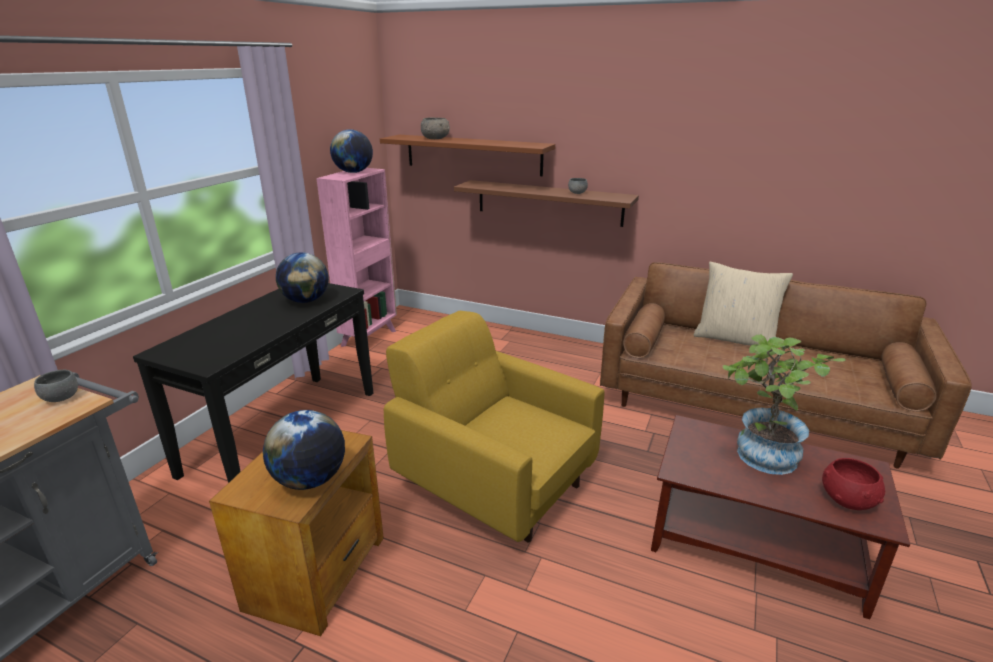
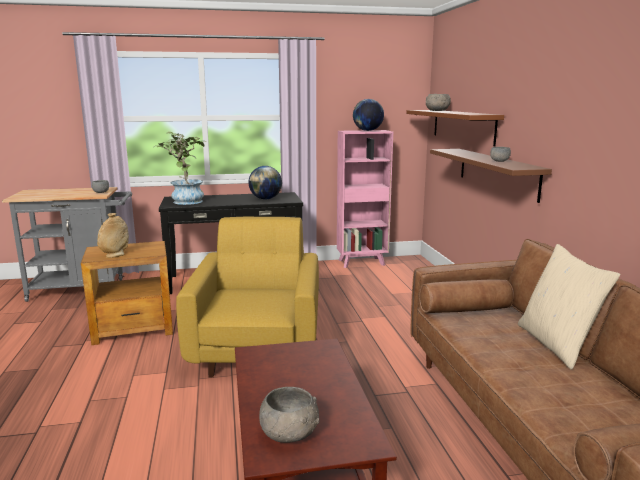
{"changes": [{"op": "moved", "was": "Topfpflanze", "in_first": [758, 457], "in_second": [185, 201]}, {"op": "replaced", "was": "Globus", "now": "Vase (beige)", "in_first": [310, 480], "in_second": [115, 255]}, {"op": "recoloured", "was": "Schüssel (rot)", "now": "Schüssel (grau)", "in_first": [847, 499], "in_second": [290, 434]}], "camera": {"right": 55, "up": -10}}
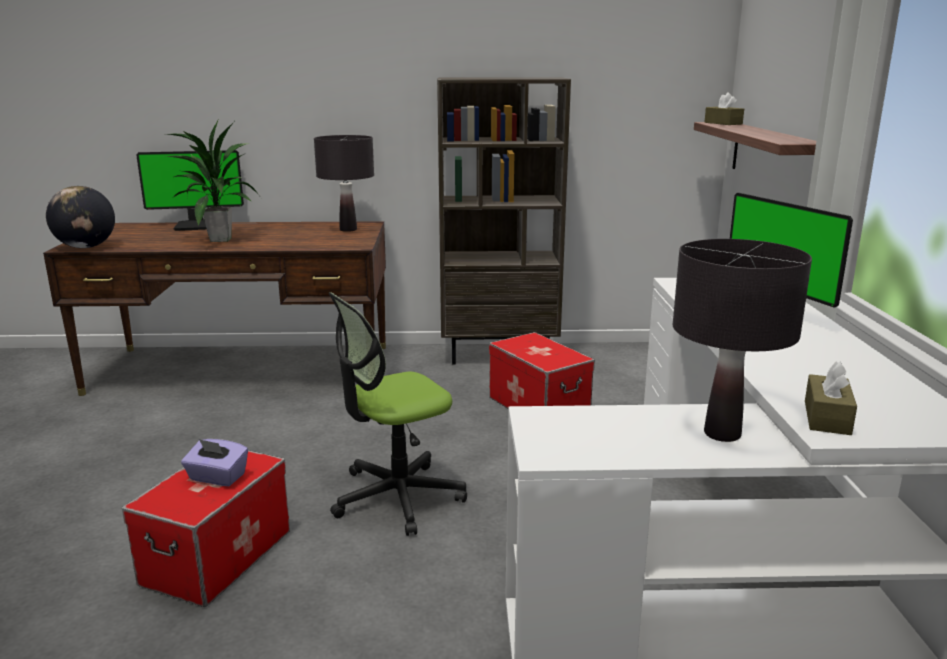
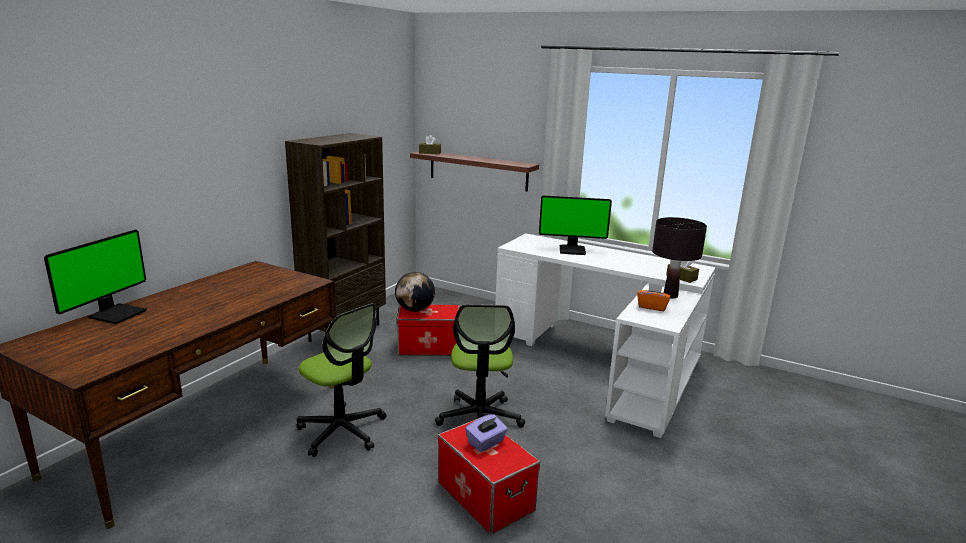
{"changes": [{"op": "removed", "was": "Topfpflanze", "in_first": [219, 239]}, {"op": "removed", "was": "Tischlampe (schwarz)", "in_first": [348, 230]}, {"op": "added", "now": "Bürostuhl", "in_second": [342, 431]}, {"op": "added", "now": "Taschentuchbox (orange)", "in_second": [652, 307]}, {"op": "moved", "was": "Globus", "in_first": [86, 247], "in_second": [415, 310]}], "camera": {"right": -60, "up": 0}}
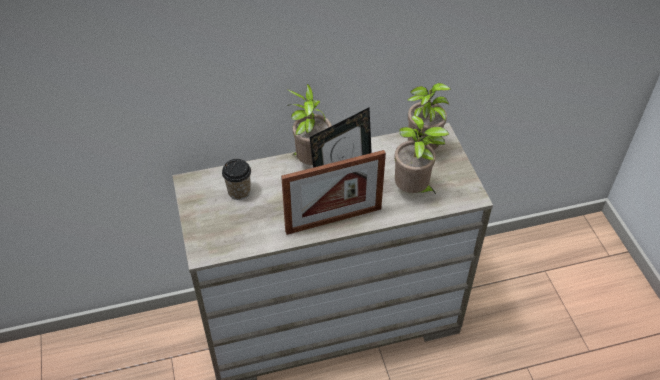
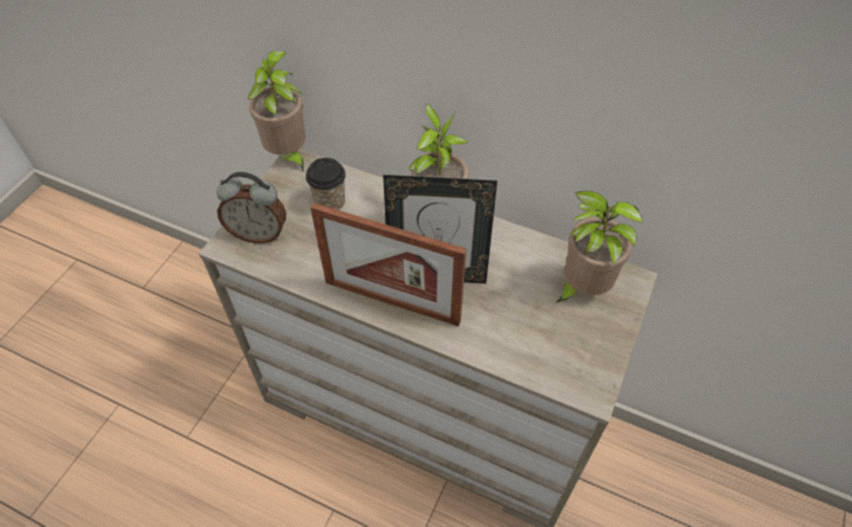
{"changes": [{"op": "added", "now": "Wecker", "in_second": [259, 233]}, {"op": "moved", "was": "Topfpflanze", "in_first": [413, 191], "in_second": [288, 155]}], "camera": {"right": 40, "up": 5}}
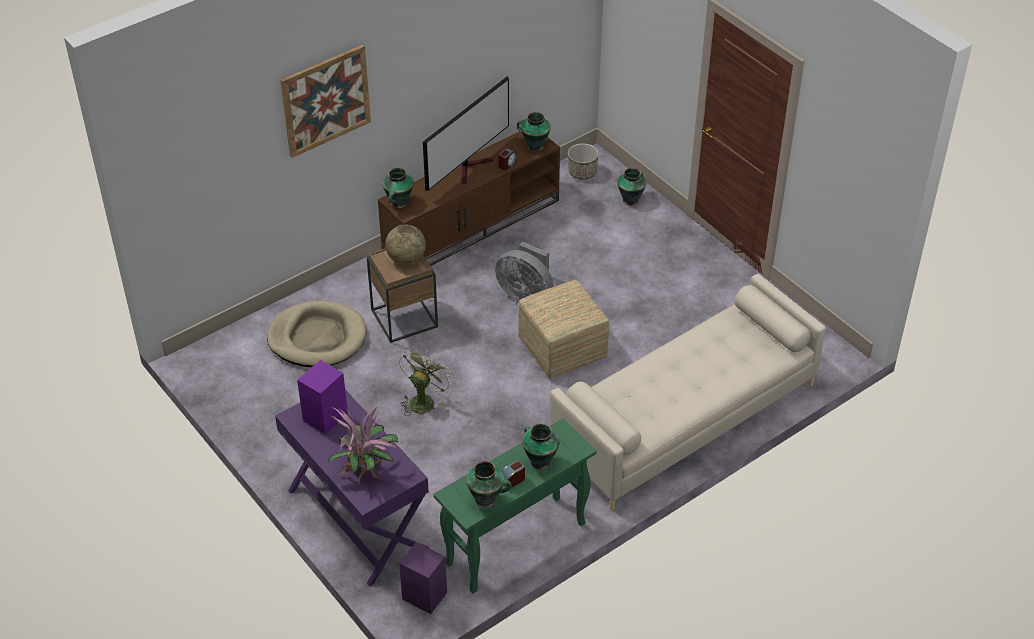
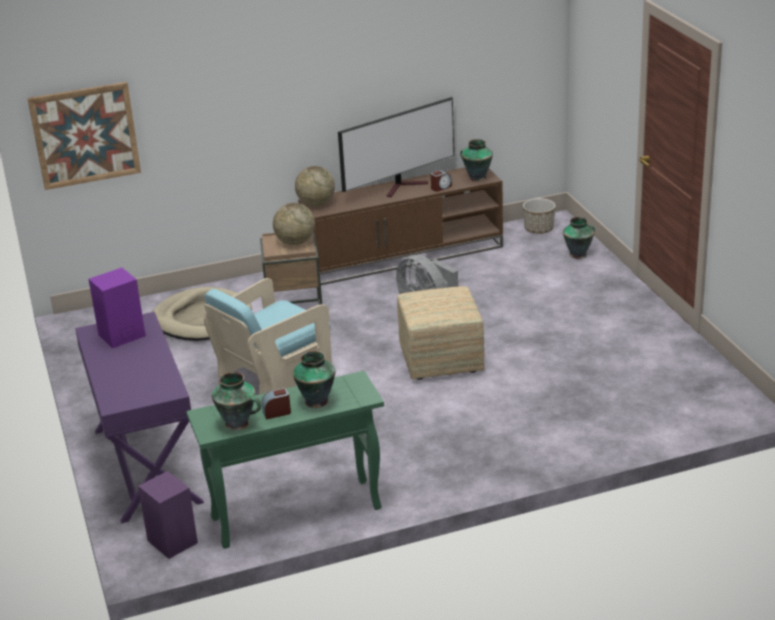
{"changes": [{"op": "removed", "was": "Topfpflanze", "in_first": [366, 470]}, {"op": "removed", "was": "Sofa (beige)", "in_first": [684, 417]}, {"op": "moved", "was": "Bild", "in_first": [326, 100], "in_second": [85, 135]}, {"op": "replaced", "was": "Vase", "now": "Globus", "in_first": [398, 203], "in_second": [316, 204]}, {"op": "replaced", "was": "Ventilator (grün)", "now": "Sessel (türkis)", "in_first": [423, 400], "in_second": [274, 380]}], "camera": {"right": 20, "up": -15}}
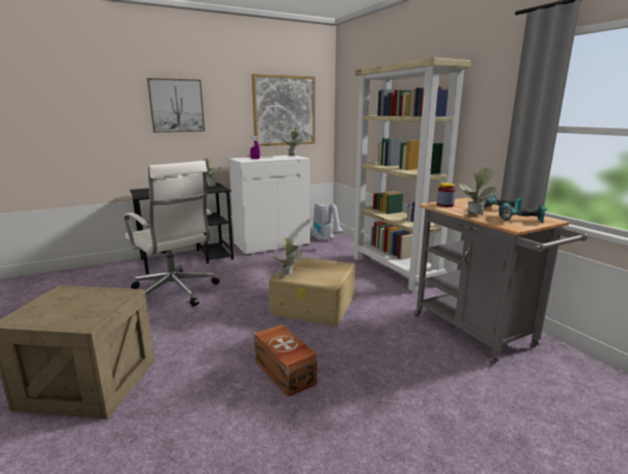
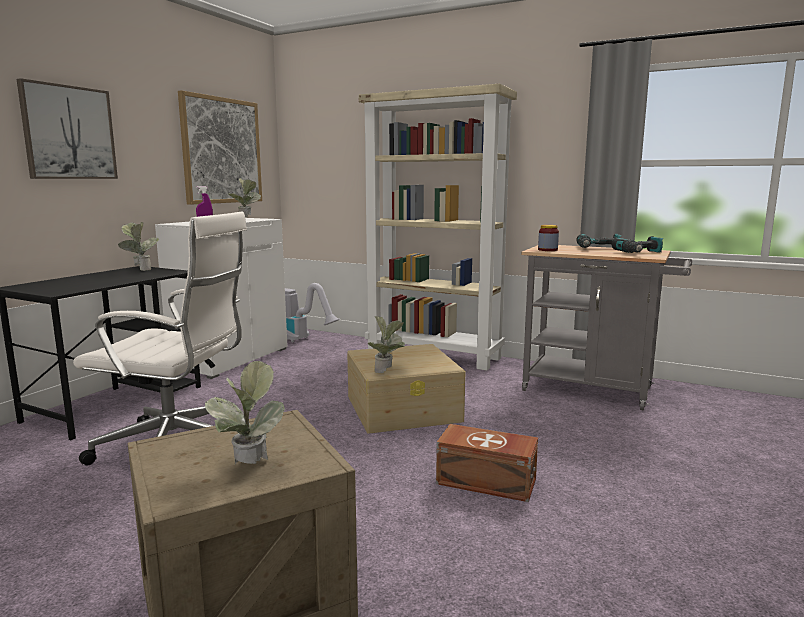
{"changes": [{"op": "moved", "was": "Topfpflanze", "in_first": [473, 216], "in_second": [248, 469]}], "camera": {"right": -35, "up": -5}}
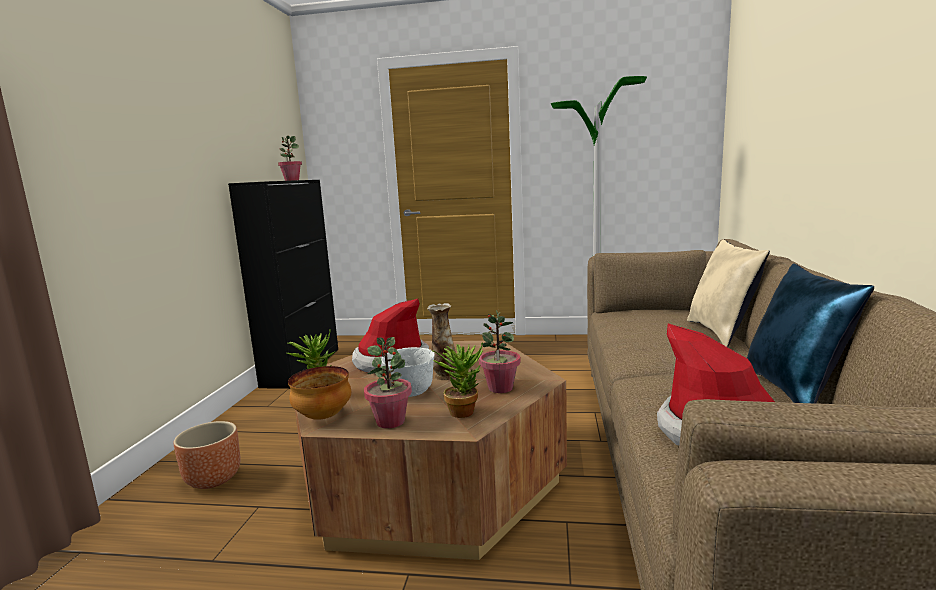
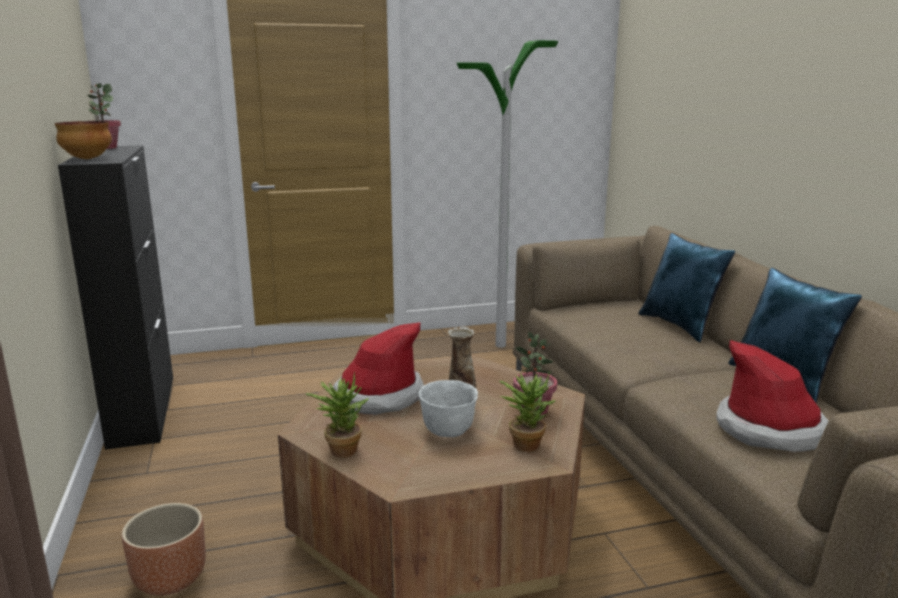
{"changes": [{"op": "removed", "was": "Topfpflanze", "in_first": [391, 421]}, {"op": "moved", "was": "Schüssel", "in_first": [322, 417], "in_second": [86, 159]}, {"op": "recoloured", "was": "Kissen (beige)", "now": "Kissen (blau)", "in_first": [722, 333], "in_second": [680, 326]}], "camera": {"right": -25, "up": 5}}
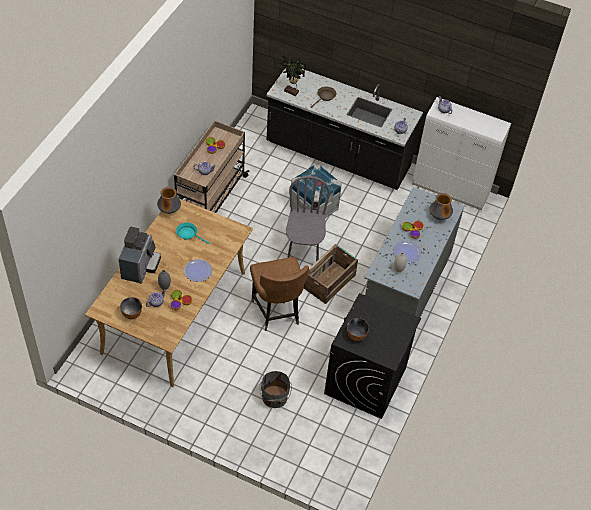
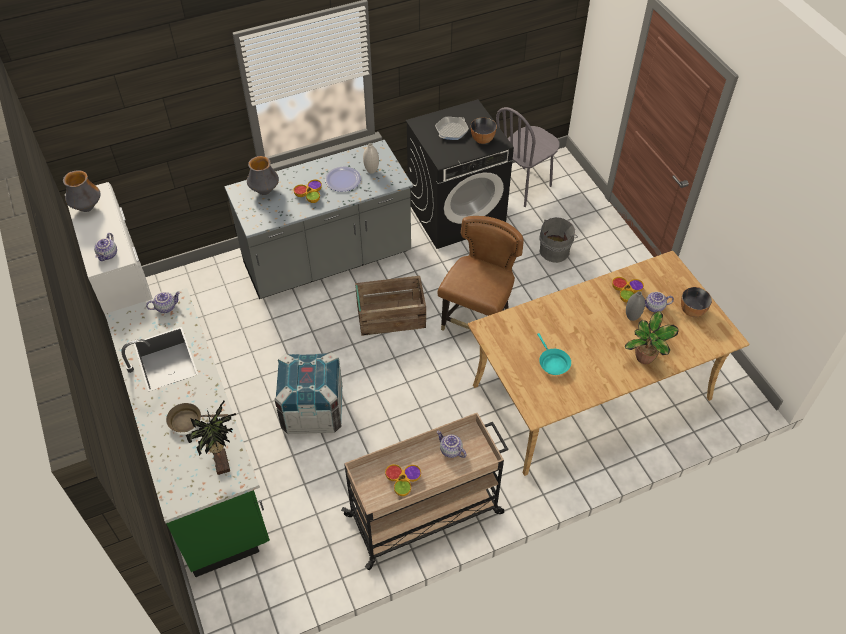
{"changes": [{"op": "removed", "was": "Teller", "in_first": [198, 271]}, {"op": "added", "now": "Pfanne", "in_second": [451, 131]}, {"op": "moved", "was": "Vase", "in_first": [169, 211], "in_second": [87, 207]}, {"op": "moved", "was": "Stuhl (grau)", "in_first": [303, 252], "in_second": [523, 186]}, {"op": "replaced", "was": "Kaffeemaschine", "now": "Topfpflanze", "in_first": [140, 267], "in_second": [644, 358]}, {"op": "recoloured", "was": "Küchenzeile (schwarz)", "now": "Küchenzeile (grün)", "in_first": [338, 156], "in_second": [203, 460]}], "camera": {"right": -135, "up": 0}}
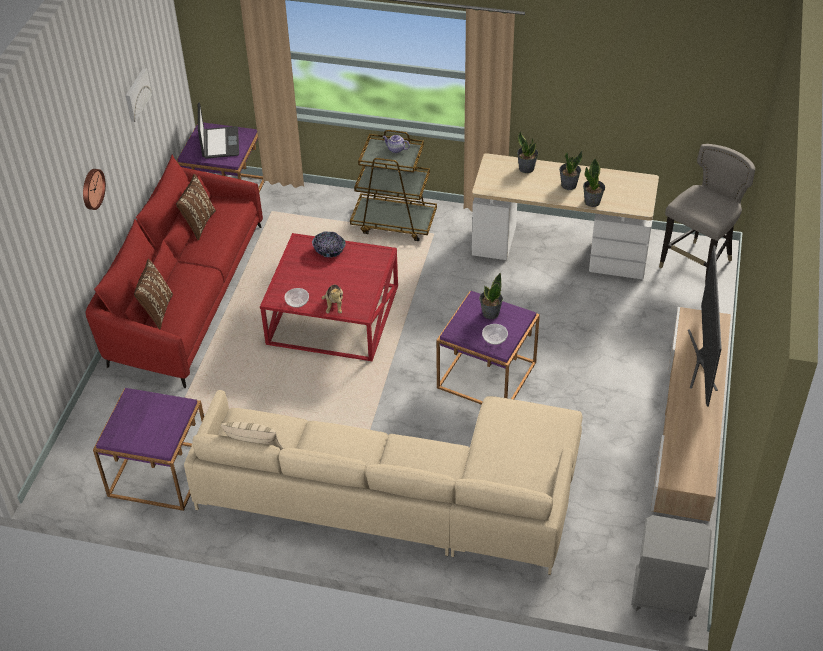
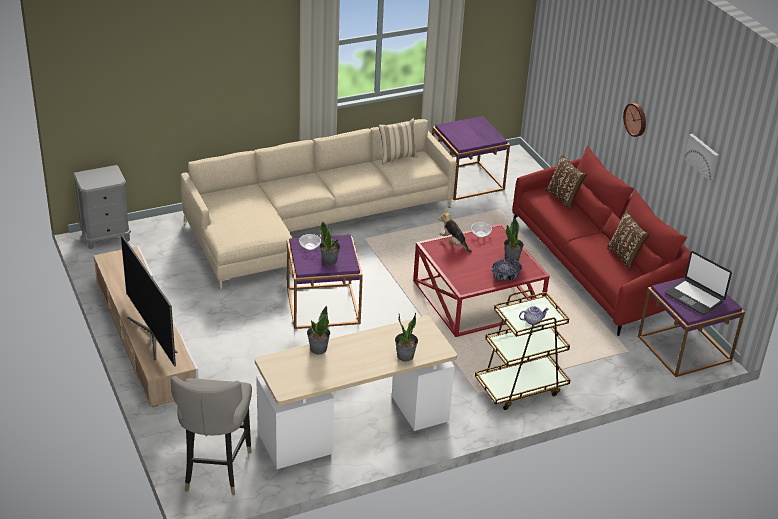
{"changes": [{"op": "moved", "was": "Topfpflanze", "in_first": [568, 185], "in_second": [512, 258]}], "camera": {"right": 140, "up": -10}}
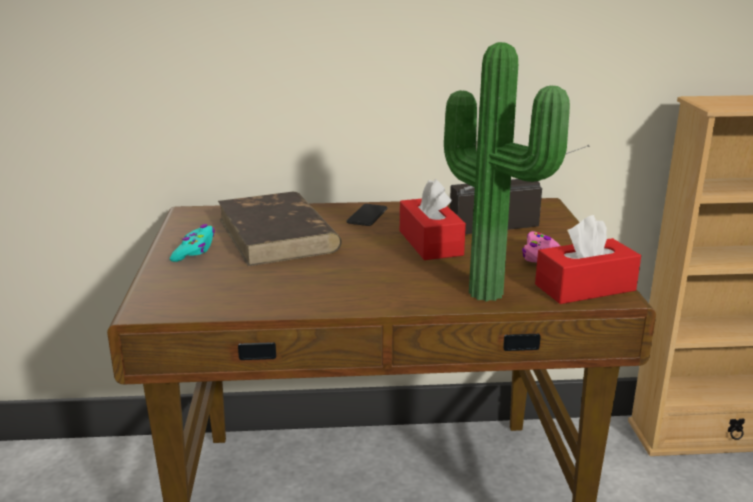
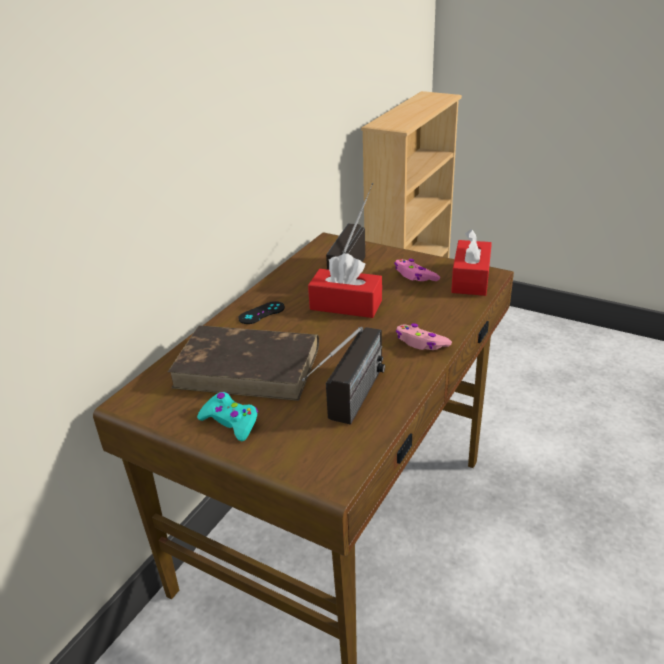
{"changes": [{"op": "removed", "was": "Topfpflanze", "in_first": [490, 291]}, {"op": "added", "now": "Radio", "in_second": [349, 409]}, {"op": "added", "now": "Gamepad (rosa)", "in_second": [421, 343]}, {"op": "replaced", "was": "Handy", "now": "Gamepad (schwarz)", "in_first": [367, 216], "in_second": [261, 313]}], "camera": {"right": -55, "up": 10}}
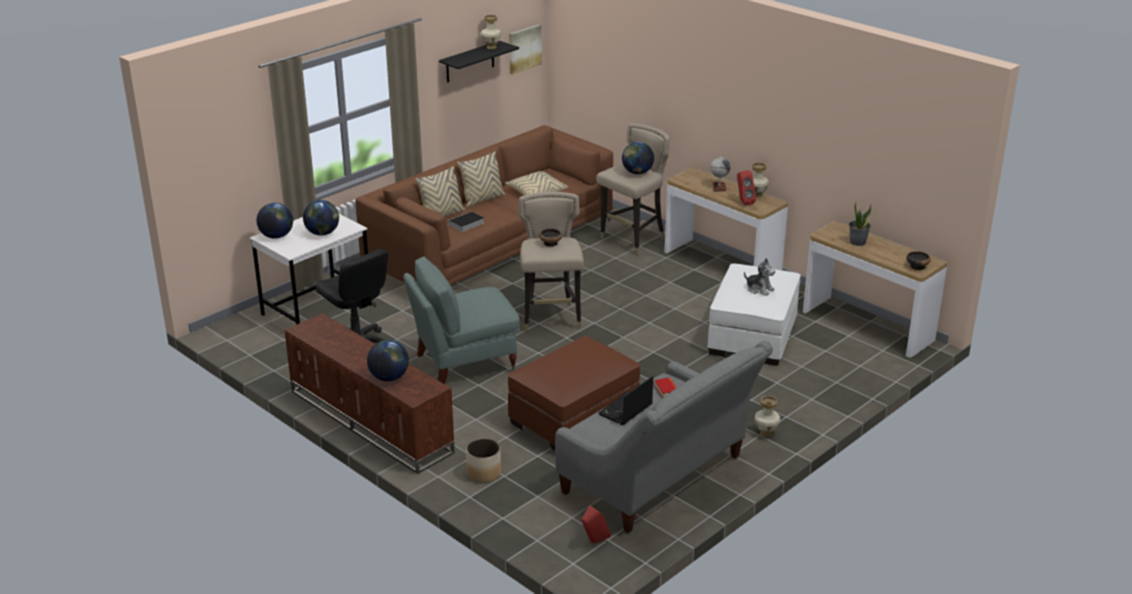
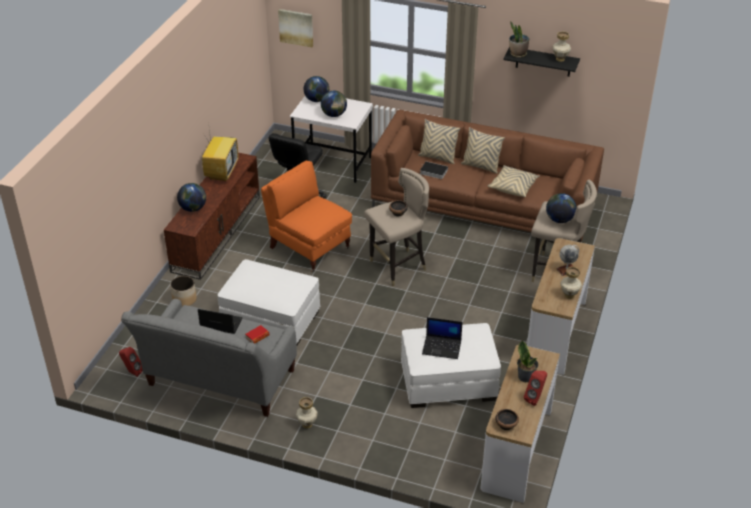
{"changes": [{"op": "added", "now": "Fernseher", "in_second": [221, 172]}, {"op": "added", "now": "Topfpflanze", "in_second": [517, 54]}, {"op": "moved", "was": "Bild", "in_first": [524, 48], "in_second": [296, 27]}, {"op": "moved", "was": "Lautsprecher (rot)", "in_first": [743, 202], "in_second": [535, 398]}, {"op": "replaced", "was": "Plüschtier", "now": "Laptop", "in_first": [759, 289], "in_second": [442, 347]}, {"op": "recoloured", "was": "Sessel (grau)", "now": "Sessel (orange)", "in_first": [464, 363], "in_second": [309, 247]}, {"op": "recoloured", "was": "Polsterhocker (braun)", "now": "Polsterhocker (weiß)", "in_first": [573, 418], "in_second": [270, 319]}], "camera": {"right": 65, "up": 10}}
